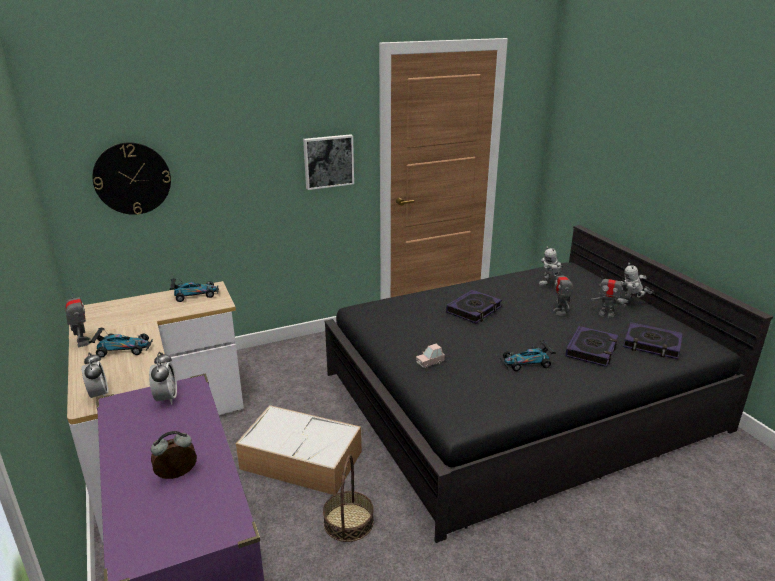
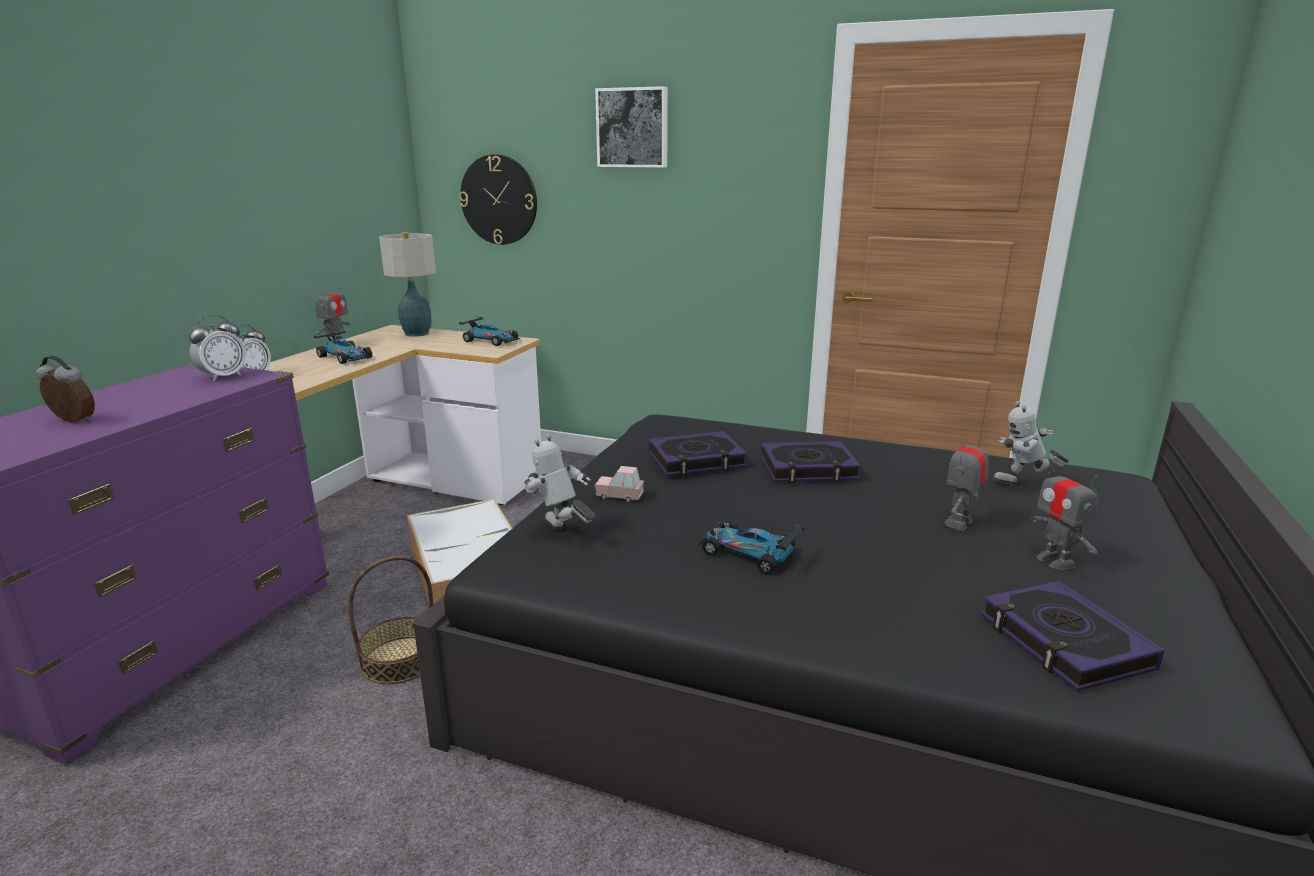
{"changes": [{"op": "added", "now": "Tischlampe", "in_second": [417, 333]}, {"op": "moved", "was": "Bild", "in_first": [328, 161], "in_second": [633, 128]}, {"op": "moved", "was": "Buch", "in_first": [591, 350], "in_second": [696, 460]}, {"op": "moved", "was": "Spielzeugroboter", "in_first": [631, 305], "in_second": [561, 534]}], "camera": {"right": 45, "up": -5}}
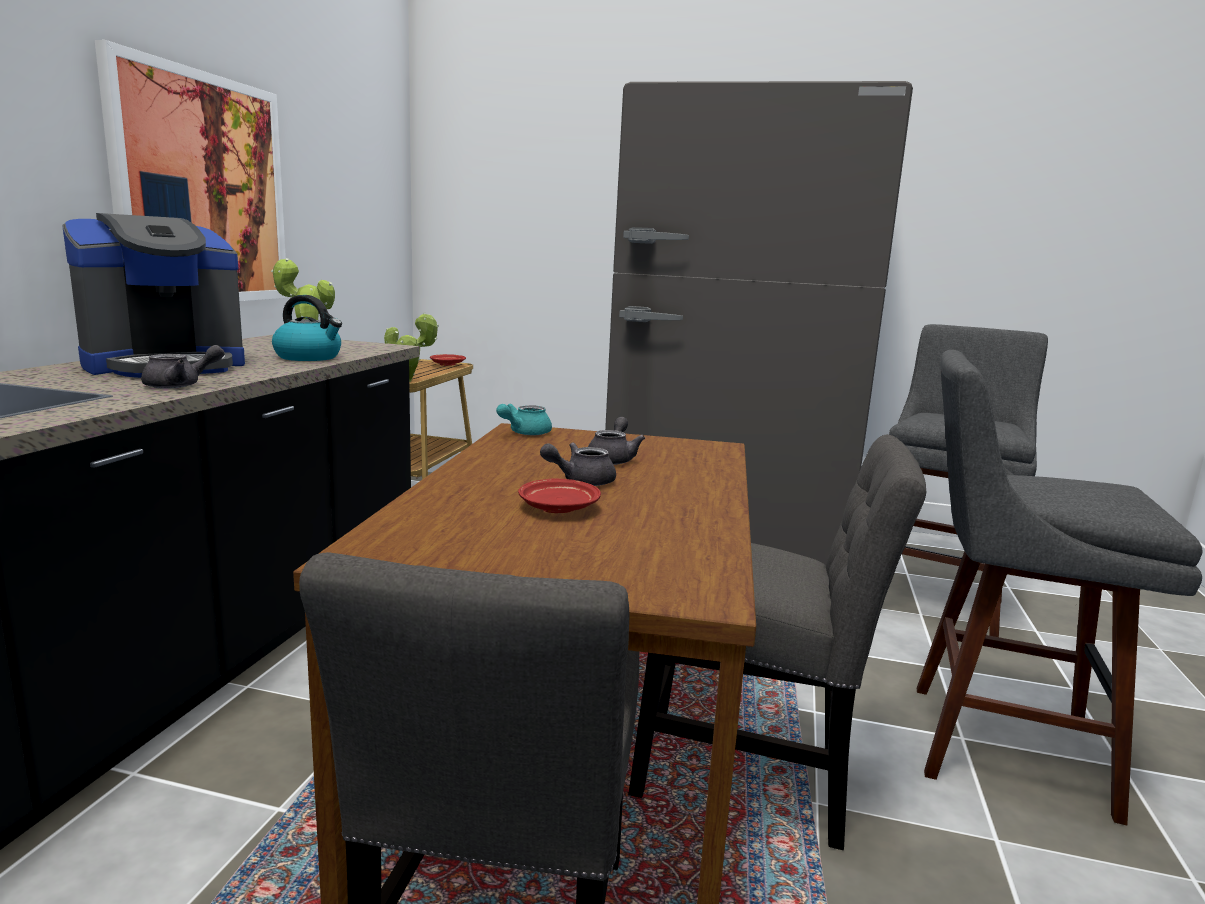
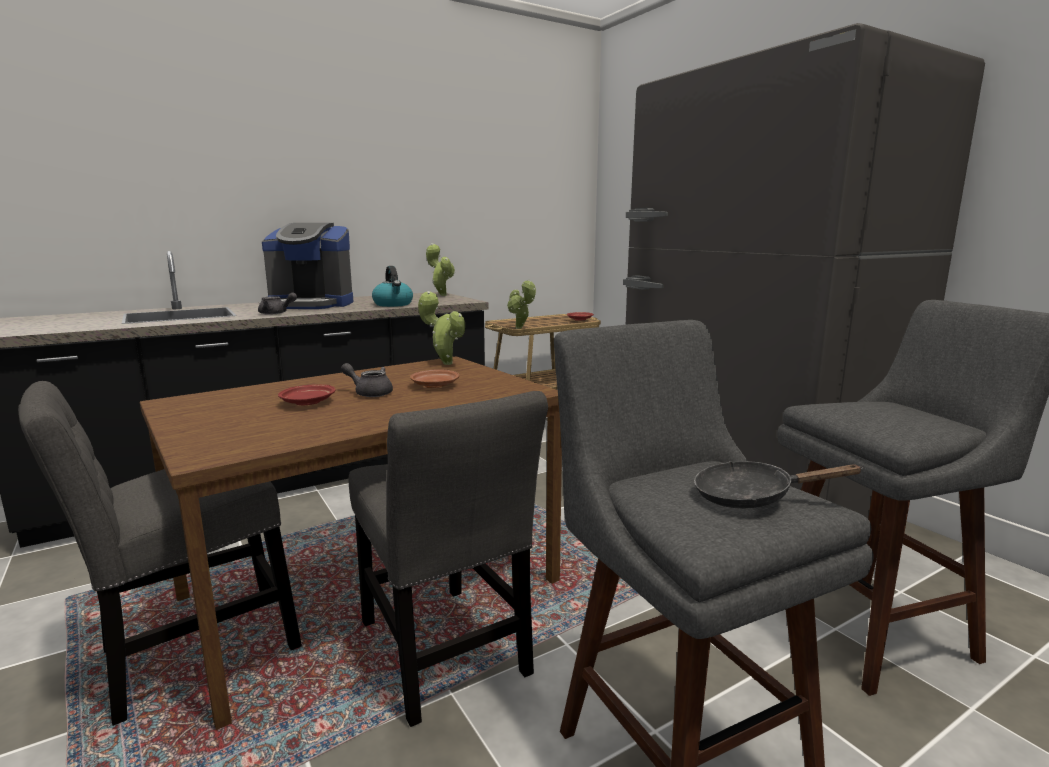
{"changes": [{"op": "removed", "was": "Bild", "in_first": [202, 190]}, {"op": "added", "now": "Pfanne (schwarz)", "in_second": [752, 497]}, {"op": "replaced", "was": "Teekanne (türkis)", "now": "Topfpflanze", "in_first": [524, 433], "in_second": [444, 363]}, {"op": "replaced", "was": "Teekanne (grau)", "now": "Teller (braun)", "in_first": [612, 459], "in_second": [435, 385]}], "camera": {"right": 45, "up": 0}}
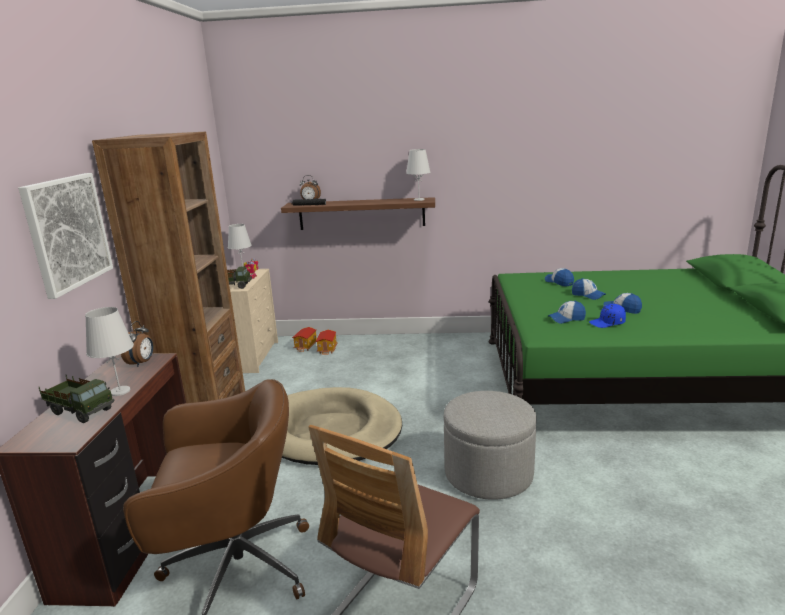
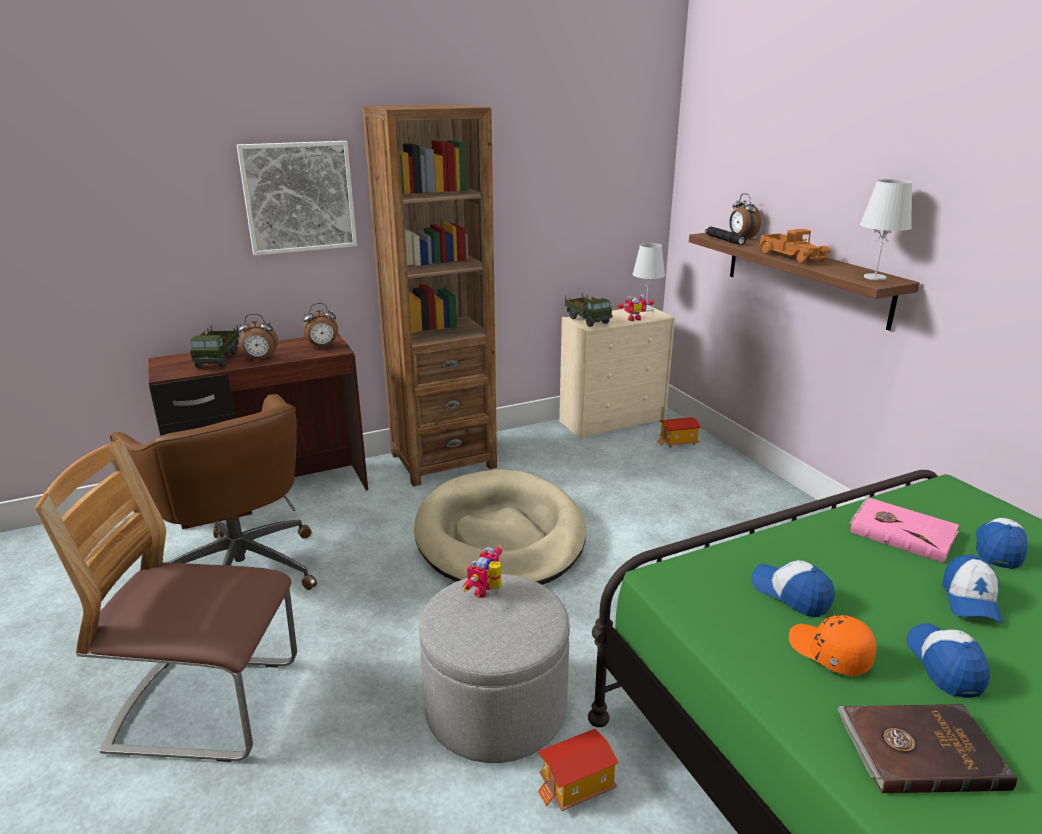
{"changes": [{"op": "added", "now": "Spielzeugroboter", "in_second": [488, 591]}, {"op": "added", "now": "Spielzeuglaster", "in_second": [792, 256]}, {"op": "added", "now": "Buch (braun)", "in_second": [919, 750]}, {"op": "added", "now": "Buch (rosa)", "in_second": [902, 532]}, {"op": "moved", "was": "Spielzeughaus", "in_first": [327, 349], "in_second": [577, 786]}, {"op": "replaced", "was": "Tischlampe (weiß)", "now": "Wecker", "in_first": [120, 391], "in_second": [260, 359]}, {"op": "recoloured", "was": "Kappe (blau)", "now": "Kappe (orange)", "in_first": [607, 323], "in_second": [829, 653]}], "camera": {"right": 60, "up": 5}}
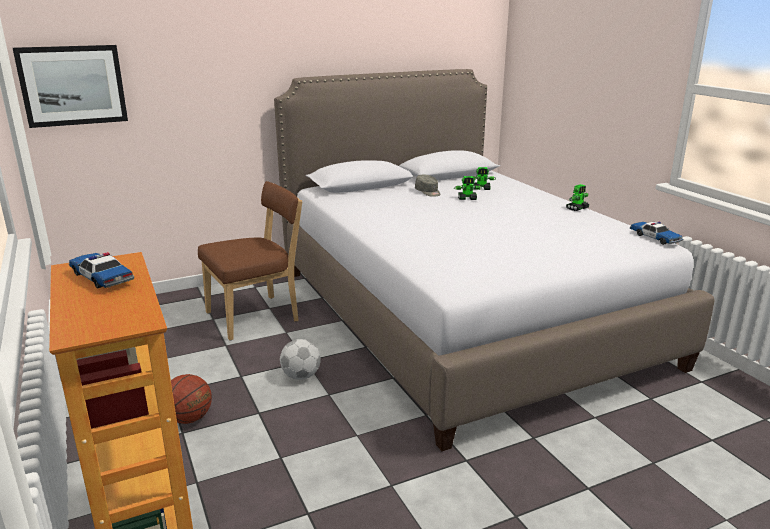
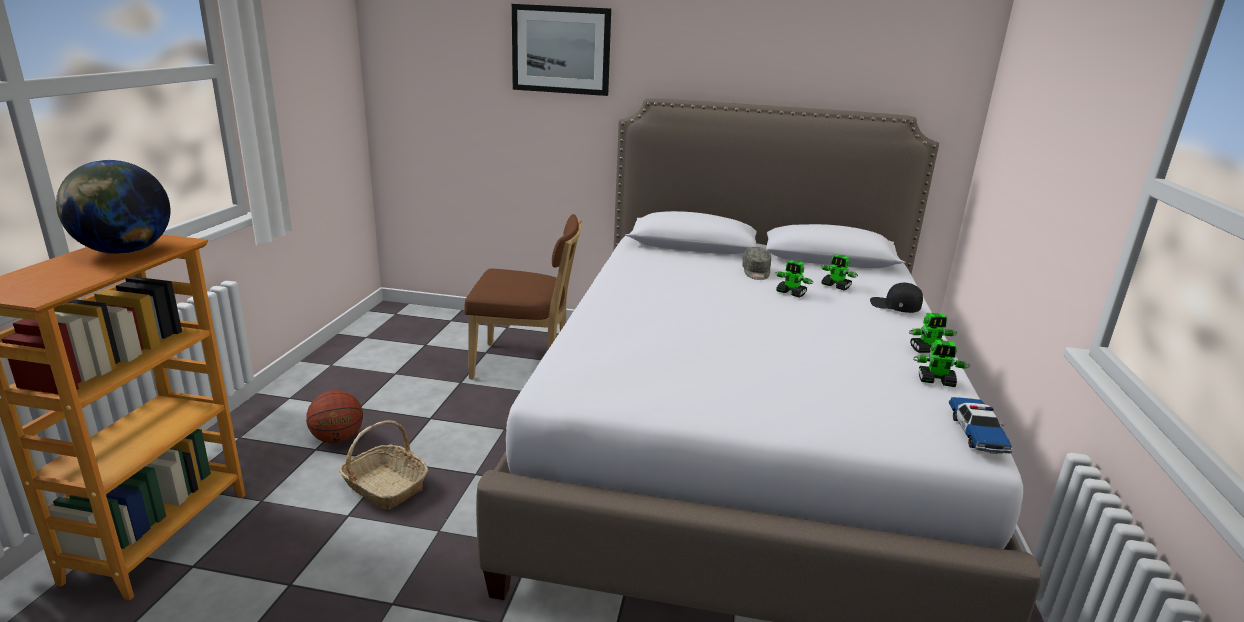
{"changes": [{"op": "removed", "was": "Fußball", "in_first": [301, 376]}, {"op": "added", "now": "Korb", "in_second": [384, 487]}, {"op": "added", "now": "Kappe (schwarz)", "in_second": [894, 307]}, {"op": "added", "now": "Spielzeugroboter", "in_second": [936, 381]}, {"op": "moved", "was": "Bild", "in_first": [73, 85], "in_second": [561, 50]}, {"op": "replaced", "was": "Spielzeugauto", "now": "Globus", "in_first": [101, 278], "in_second": [124, 251]}], "camera": {"right": 35, "up": 0}}
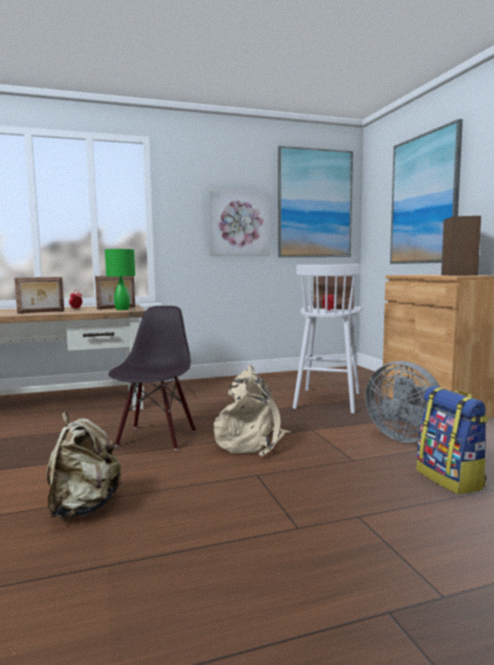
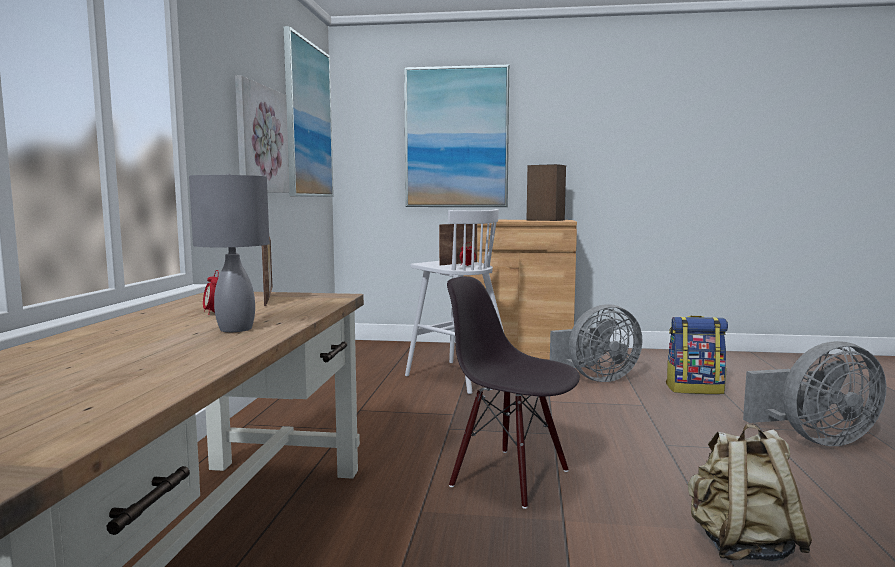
{"changes": [{"op": "removed", "was": "Tischlampe (grün)", "in_first": [122, 309]}, {"op": "removed", "was": "Rucksack (beige)", "in_first": [251, 442]}, {"op": "added", "now": "Ventilator (grau)", "in_second": [815, 439]}, {"op": "replaced", "was": "Bilderrahmen", "now": "Tischlampe (grau)", "in_first": [41, 312], "in_second": [235, 329]}], "camera": {"right": -65, "up": 0}}
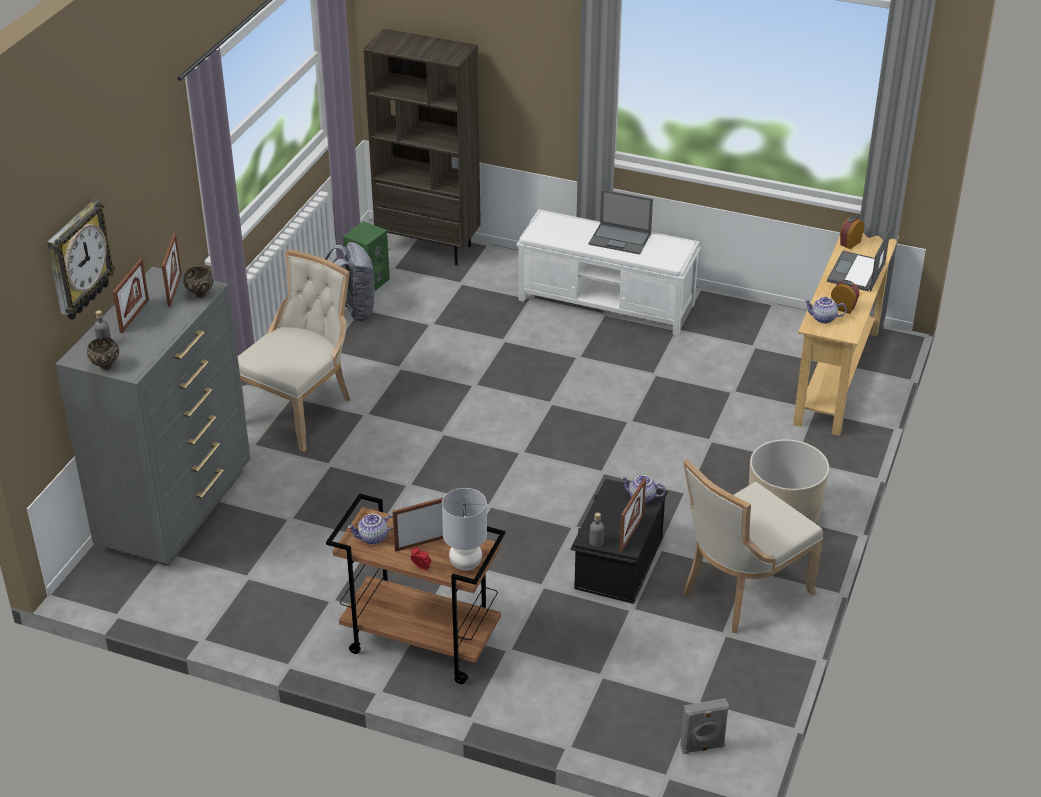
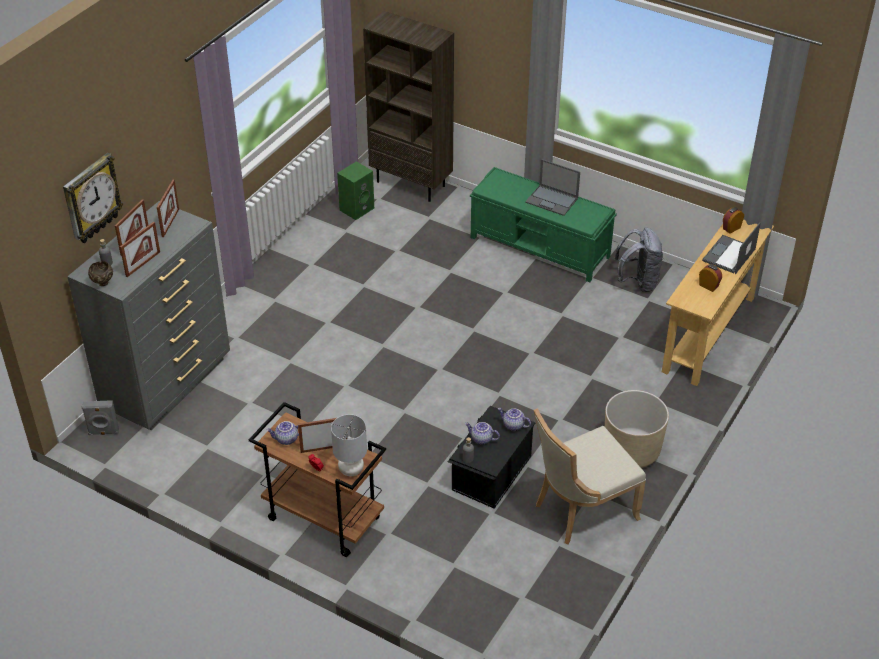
{"changes": [{"op": "removed", "was": "Schüssel (braun)", "in_first": [199, 295]}, {"op": "removed", "was": "Stuhl (beige)", "in_first": [300, 410]}, {"op": "moved", "was": "Rucksack (grau)", "in_first": [351, 312], "in_second": [638, 282]}, {"op": "moved", "was": "Bilderrahmen", "in_first": [631, 533], "in_second": [143, 264]}, {"op": "moved", "was": "Lautsprecher (grau)", "in_first": [702, 747], "in_second": [103, 433]}, {"op": "moved", "was": "Teekanne", "in_first": [823, 319], "in_second": [481, 439]}, {"op": "recoloured", "was": "Bank (weiß)", "now": "Bank (grün)", "in_first": [607, 302], "in_second": [540, 247]}], "camera": {"right": 10, "up": 5}}
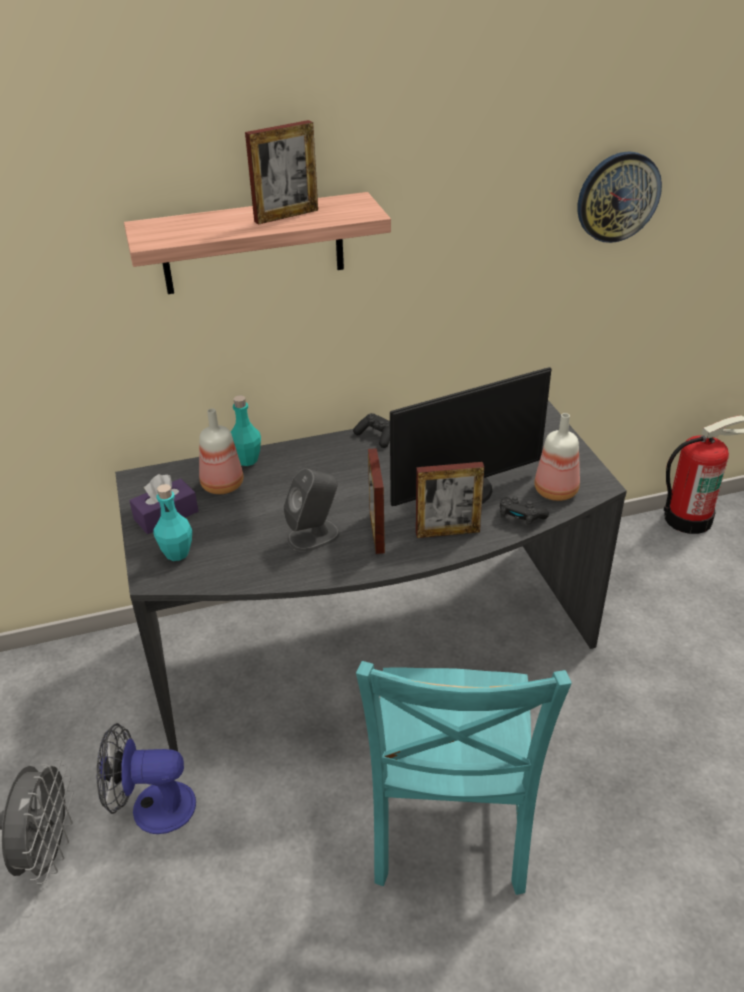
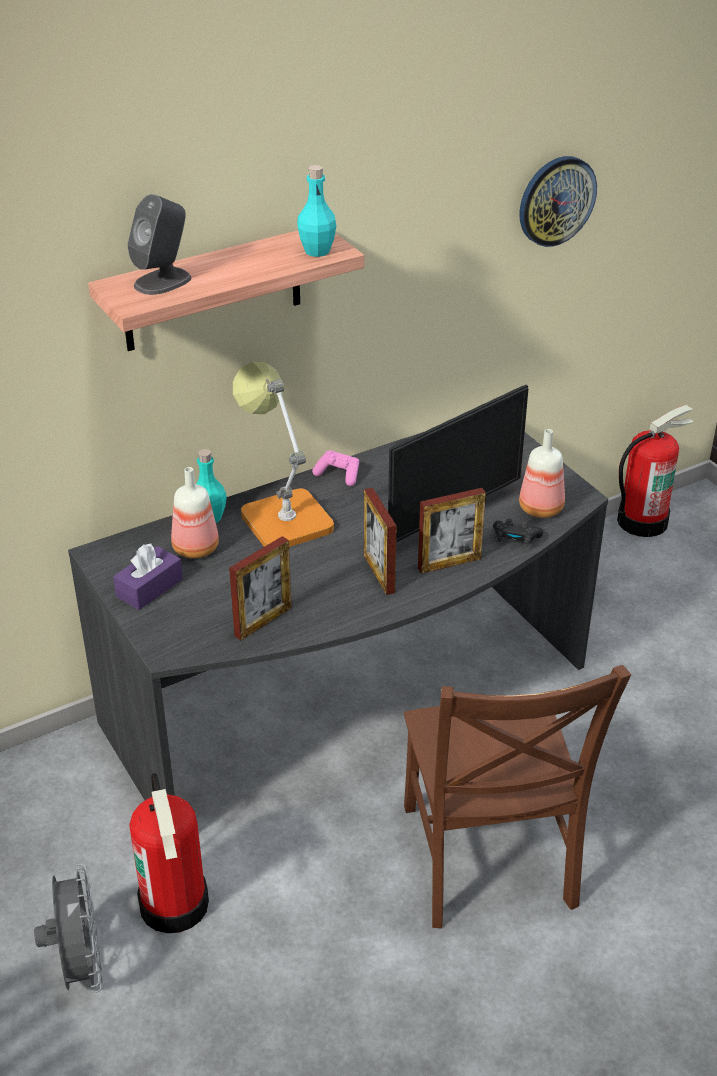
{"changes": [{"op": "added", "now": "Tischlampe", "in_second": [281, 515]}, {"op": "moved", "was": "Flasche (türkis)", "in_first": [177, 553], "in_second": [317, 251]}, {"op": "moved", "was": "Bilderrahmen", "in_first": [286, 216], "in_second": [263, 621]}, {"op": "moved", "was": "Lautsprecher (grau)", "in_first": [314, 536], "in_second": [163, 281]}, {"op": "replaced", "was": "Ventilator", "now": "Feuerlöscher", "in_first": [152, 807], "in_second": [175, 904]}, {"op": "recoloured", "was": "Gamepad (schwarz)", "now": "Gamepad (rosa)", "in_first": [377, 436], "in_second": [338, 475]}, {"op": "recoloured", "was": "Stuhl (türkis)", "now": "Stuhl (braun)", "in_first": [448, 826], "in_second": [488, 862]}], "camera": {"right": -15, "up": 0}}
